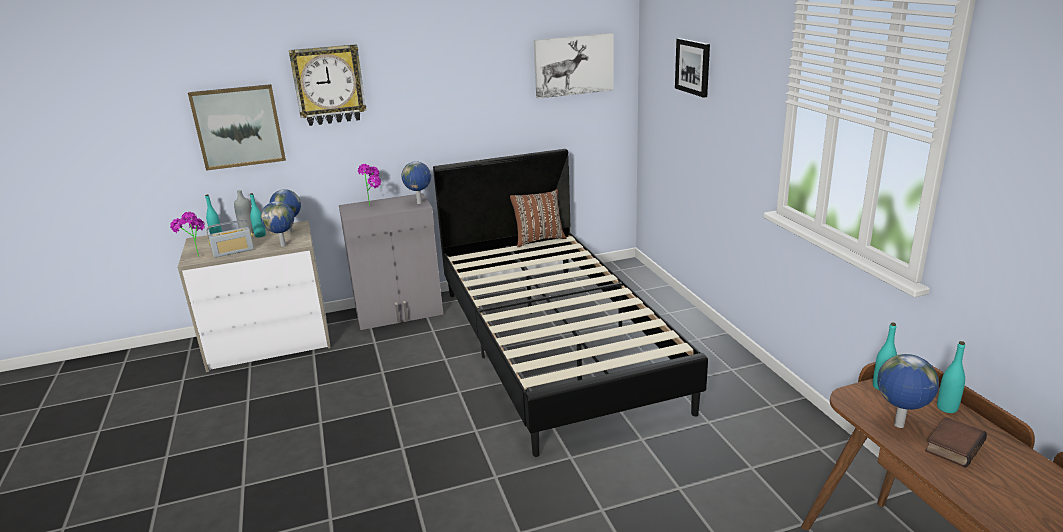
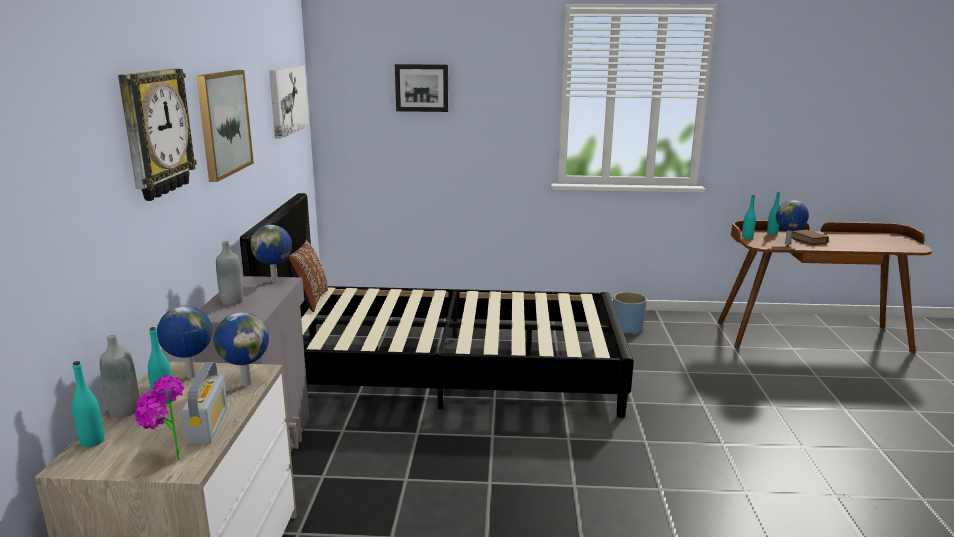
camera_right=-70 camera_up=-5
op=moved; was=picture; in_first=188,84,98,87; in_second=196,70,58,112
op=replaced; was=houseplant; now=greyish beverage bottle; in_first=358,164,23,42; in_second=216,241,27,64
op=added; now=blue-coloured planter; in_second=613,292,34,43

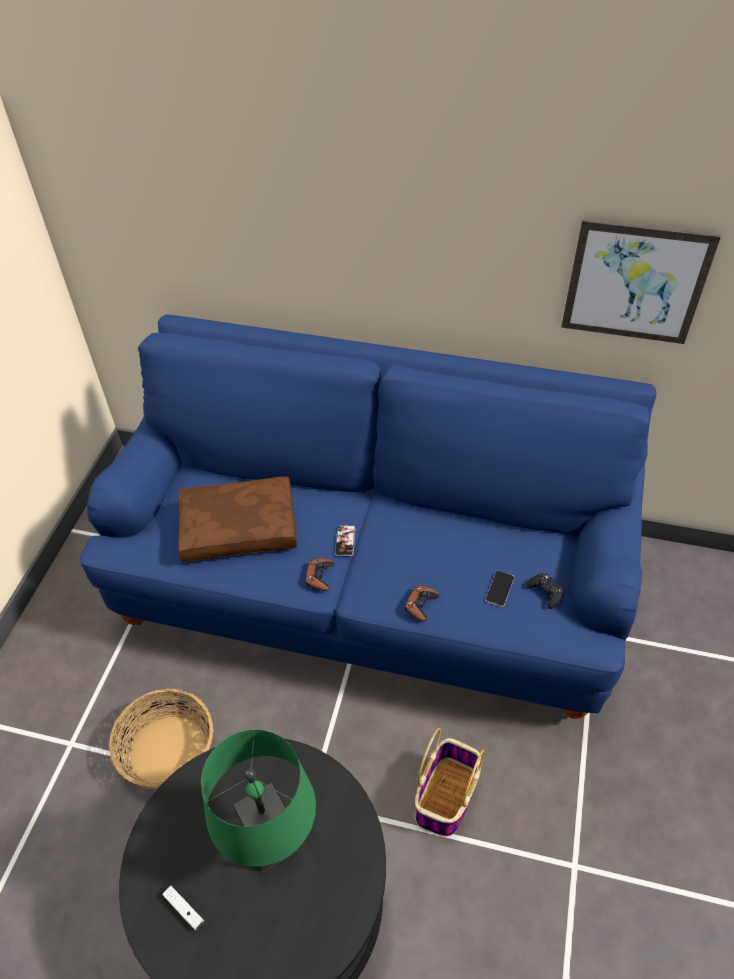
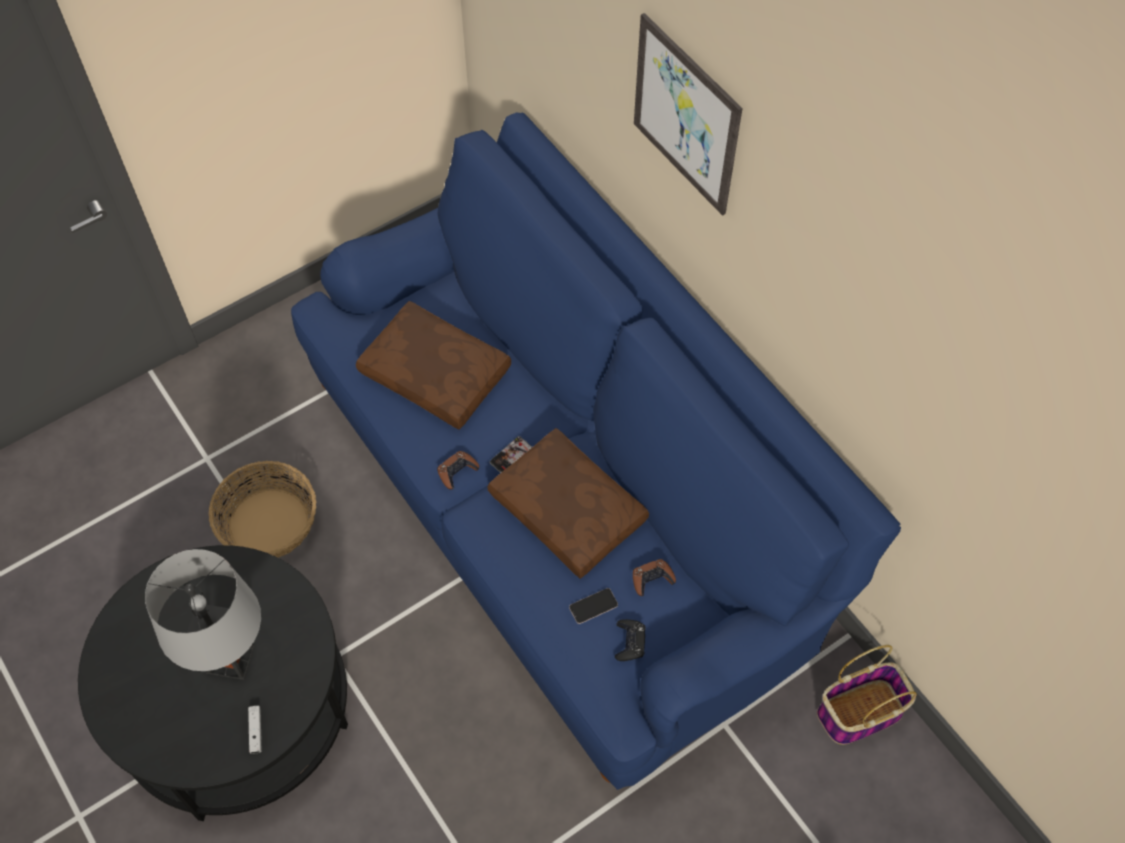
camera_right=40 camera_up=10
op=moved; was=whitish gamepad; in_first=162,886,42,44; in_second=248,705,14,49
op=recoloured; was=greenish table lamp; now=greyish table lamp; in_first=201,730,115,143; in_second=145,549,116,131
op=moved; was=brownish gamepad; in_first=405,585,34,37; in_second=633,559,43,37
op=moved; was=household basket; in_first=415,728,70,109; in_second=817,645,100,100
op=moved; was=picture; in_first=561,220,160,124; in_second=634,13,109,203
op=added; now=brownish cushion; in_second=487,428,162,151

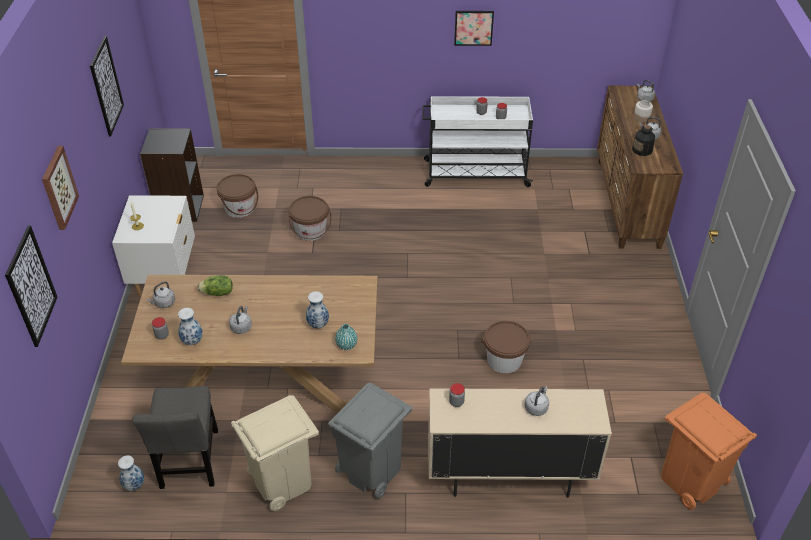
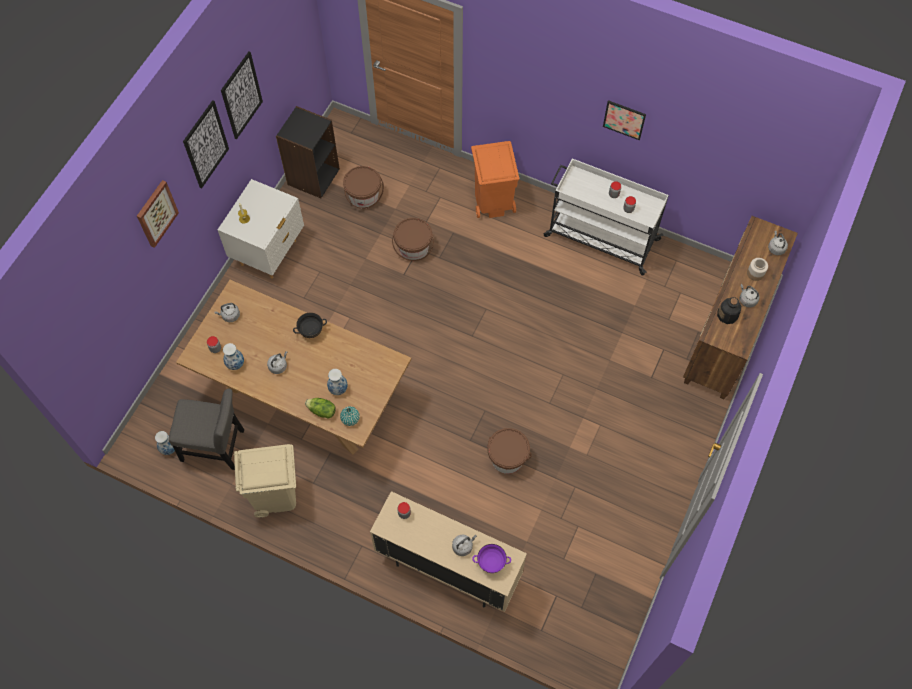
camera_right=25 camera_up=20
op=moved; was=picture; in_first=5,225,52,122; in_second=183,100,46,89
op=turned; was=greyish chair; in_first=132,386,86,103; in_second=169,389,75,81; clockwise=-105
op=moved; was=lettuce head; in_first=197,275,36,21; in_second=305,398,31,21
op=removed; was=greyish rubbish bin; in_first=328,383,84,116
op=moved; was=orange rubbish bin; in_first=661,393,96,117; in_second=471,141,48,77
op=added; now=black-coloured bowl; in_second=293,312,34,26
op=added; now=purple-coloured bowl; in_second=472,544,39,29

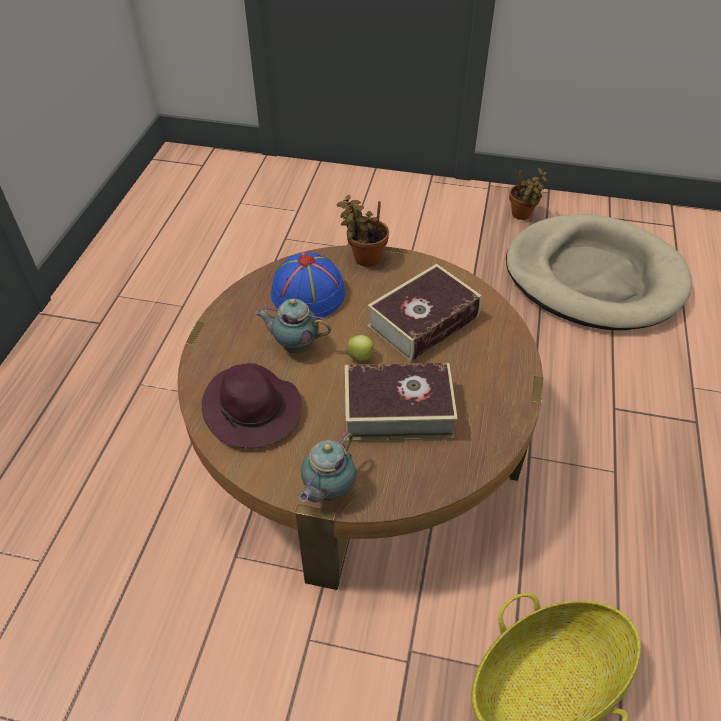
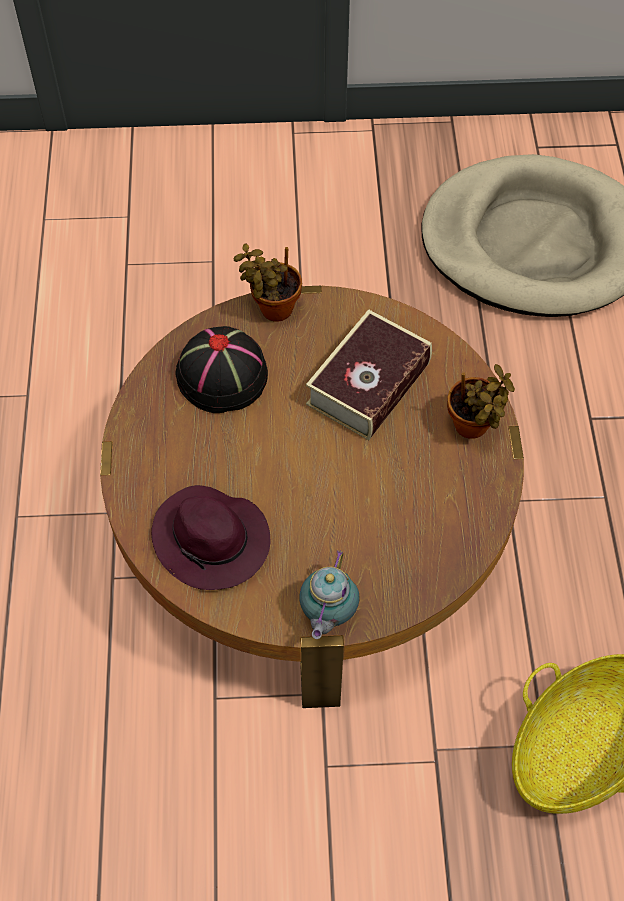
camera_right=-15 camera_up=10
op=removed; was=teapot; in_first=255,299,76,54
op=recoloured; was=blue-coloured clothing hat; now=black-coloured clothing hat; in_first=271,253,74,64; in_second=175,326,93,87
op=removed; was=volume; in_first=345,363,113,79
op=removed; was=apple fruit; in_first=346,335,30,26
op=moved; was=houseplant; in_first=509,168,38,52; in_second=447,364,68,75

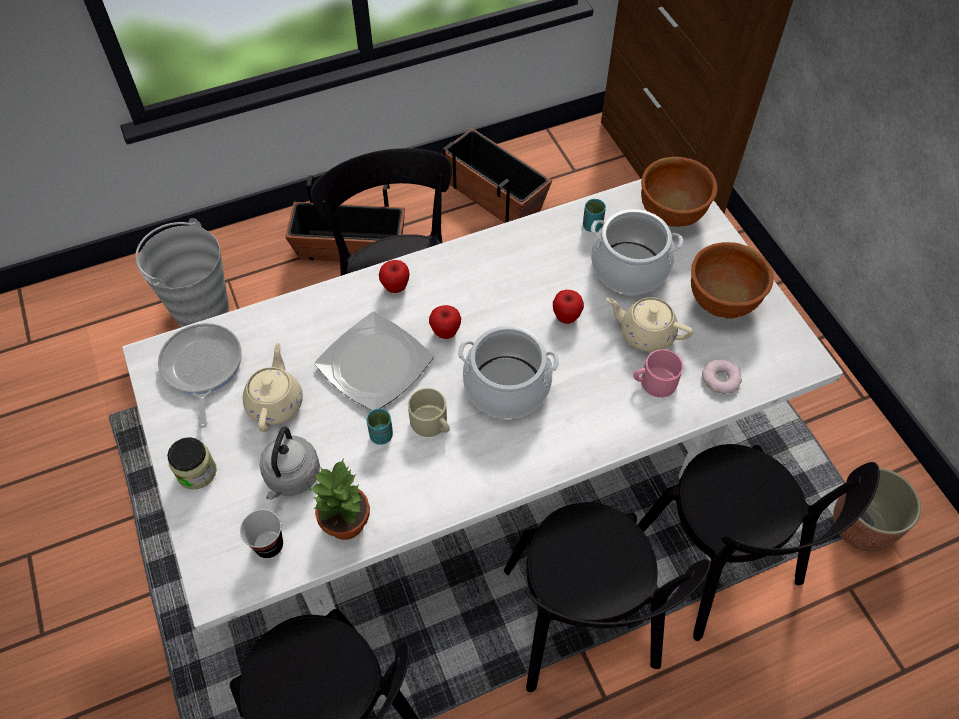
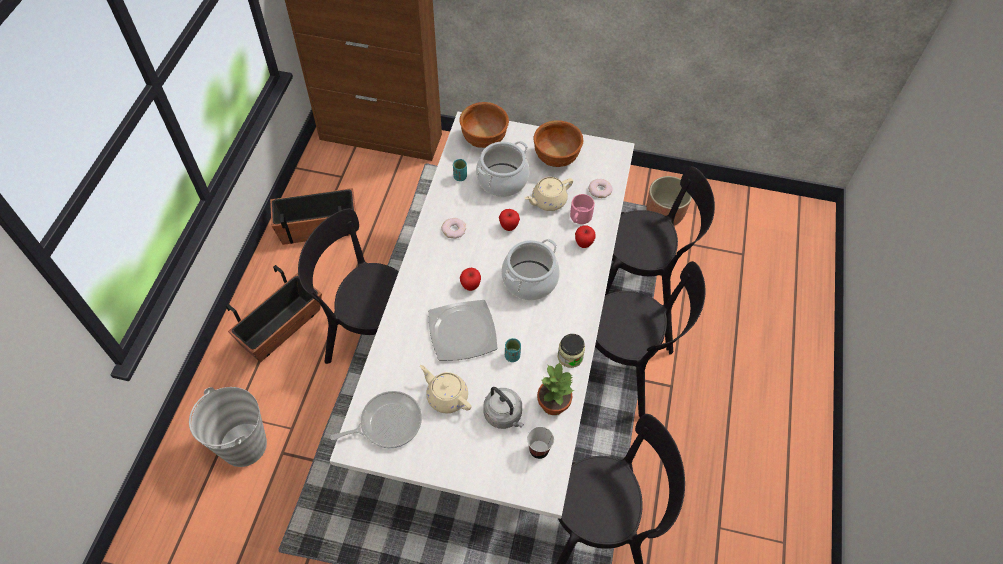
camera_right=-55 camera_up=0
op=turned; was=frying pan; in_first=158,323,84,105; in_second=330,391,92,57; clockwise=135
op=moved; was=storage jar; in_first=167,437,50,53; in_second=558,334,27,34
op=moved; was=apple fruit; in_first=379,260,31,33; in_second=575,225,21,23
op=removed; was=sand-coloured coffee mug; in_first=408,388,42,49
op=added; now=doughnut; in_second=441,218,25,21

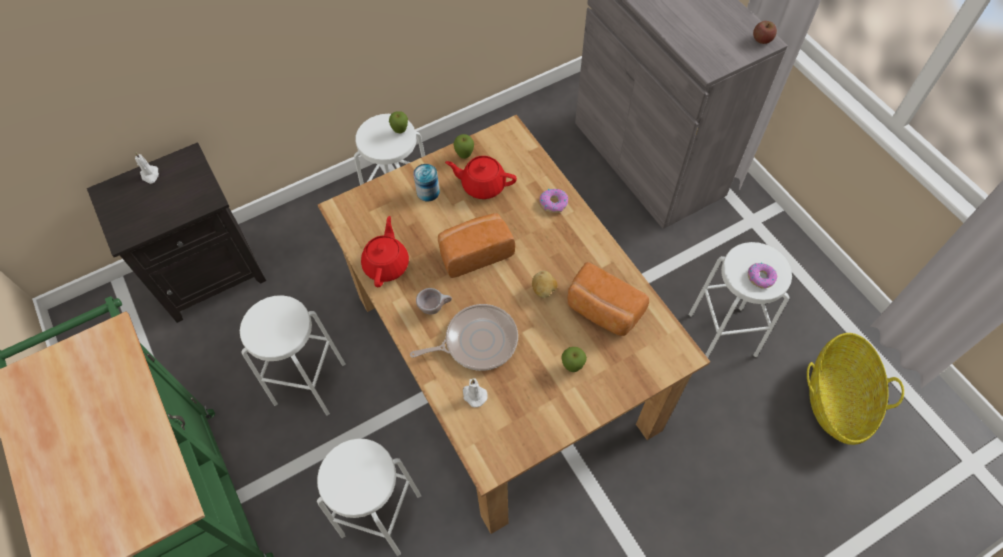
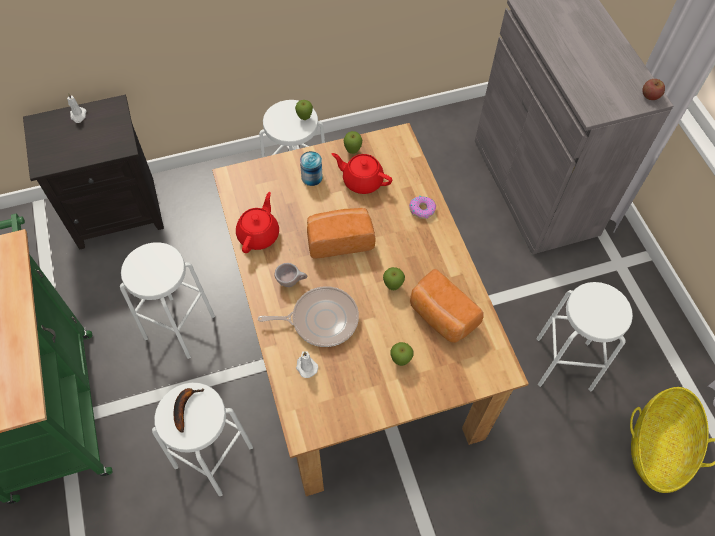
camera_right=10 camera_up=0
op=replaced; was=spud; now=apple fruit; in_first=532,271,26,27; in_second=383,267,22,23
op=removed; was=doughnut; in_first=748,263,29,26
op=added; now=banana fruit; in_second=174,388,30,45

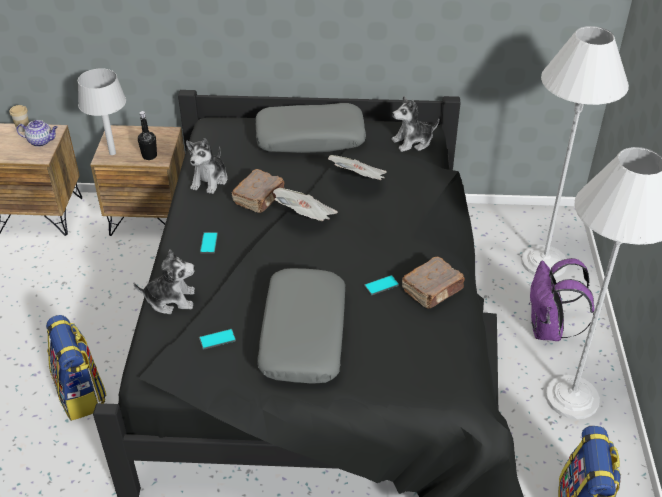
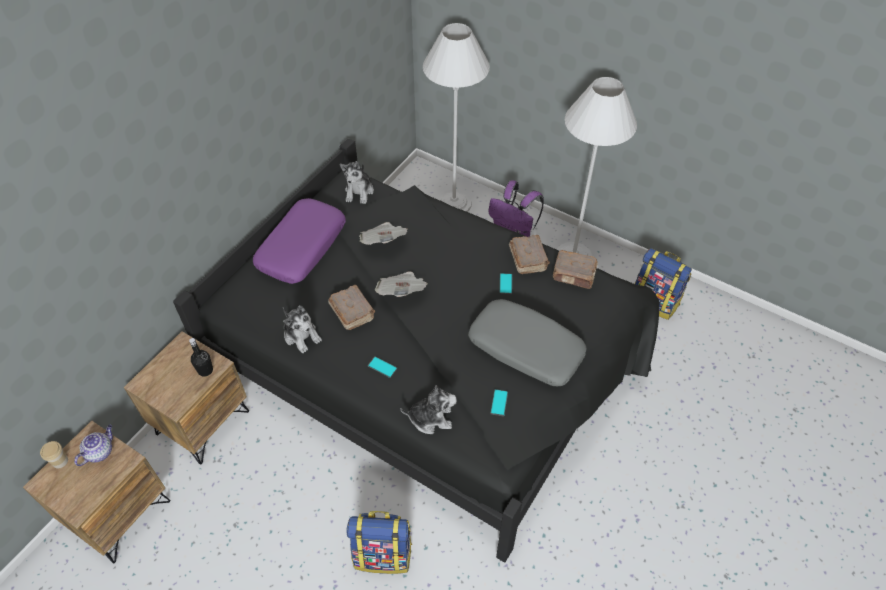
camera_right=-60 camera_up=10
op=removed; was=greyish table lamp; in_first=78,68,48,87
op=turned; was=plush toy; in_first=133,249,62,65; in_second=400,385,57,49; clockwise=60
op=recoloured; was=greyish cushion; now=purple-coloured cushion; in_first=255,103,111,50; in_second=253,198,93,86
op=added; now=brownish volume; in_second=553,250,45,39

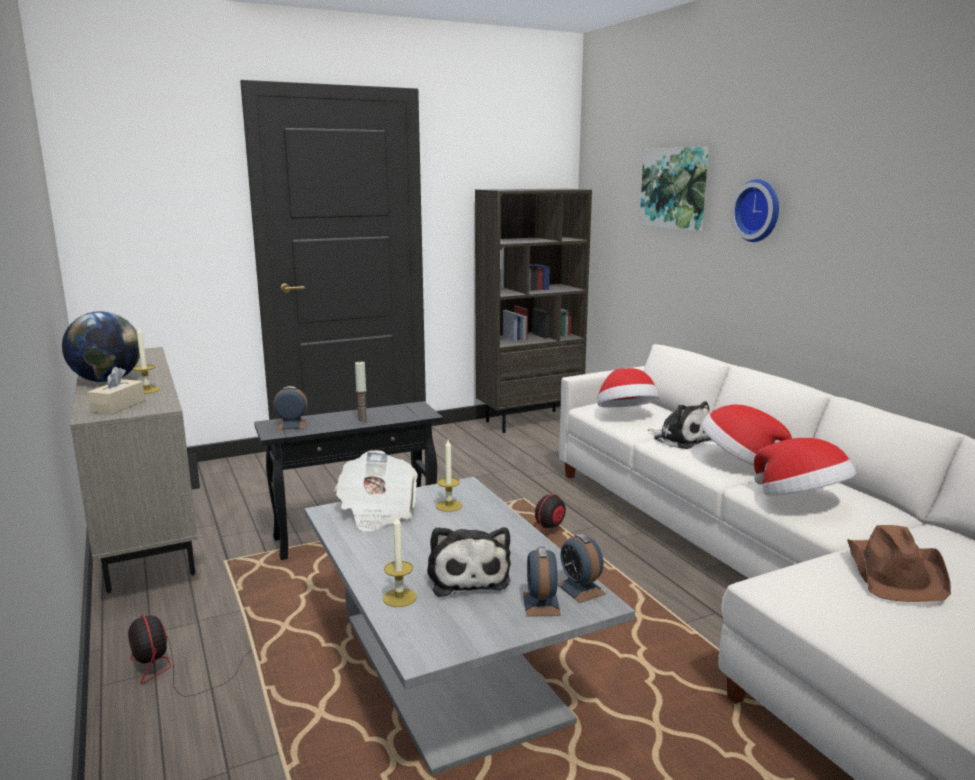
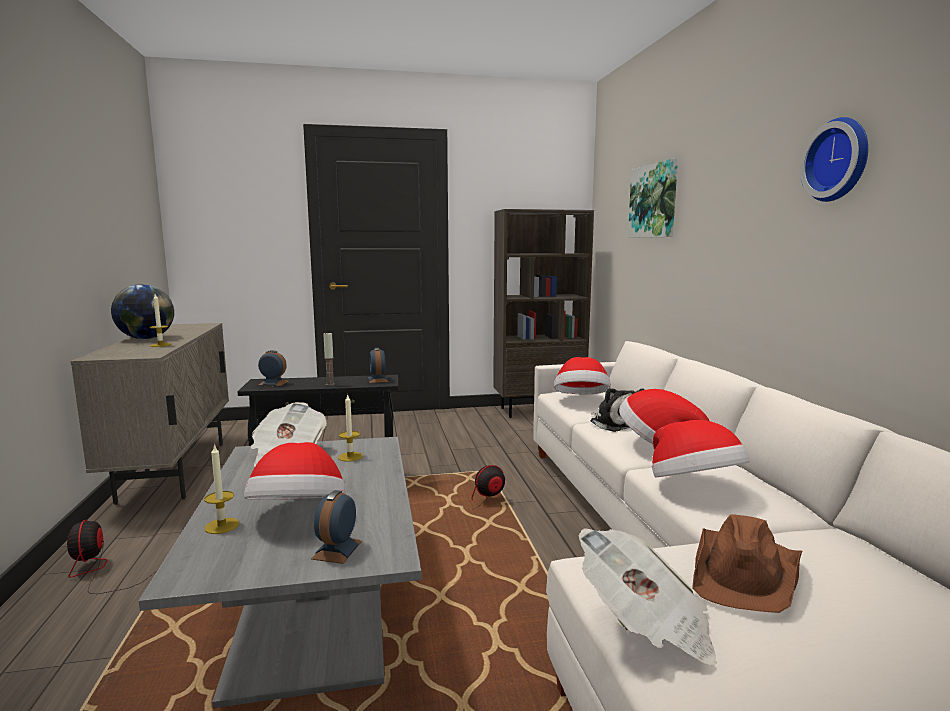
camera_right=15 camera_up=-5
op=removed; was=sand-coloured box of tissues; in_first=87,367,58,47
op=replaced; was=plush toy; now=clothing hat; in_first=427,527,84,70; in_second=244,442,102,58
op=moved; was=alarm clock; in_first=557,533,49,70; in_second=368,348,20,35
op=moved; was=clock on the wall; in_first=731,179,48,63; in_second=800,117,68,85
op=added; now=newspaper; in_second=579,528,138,137

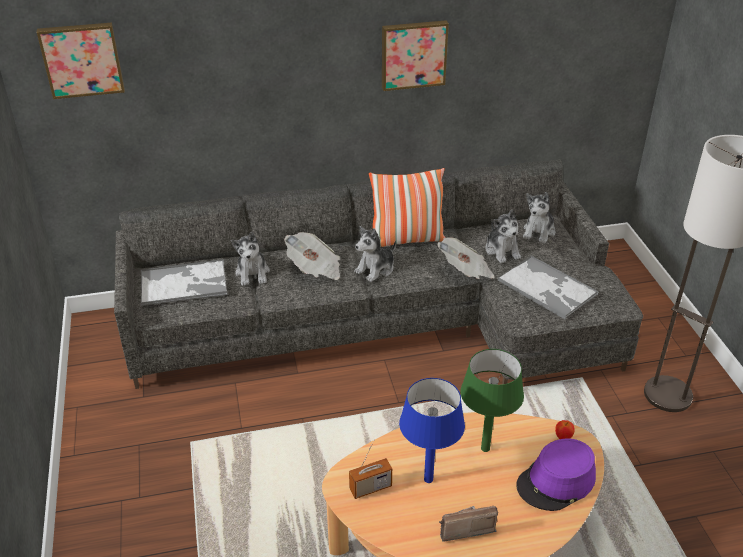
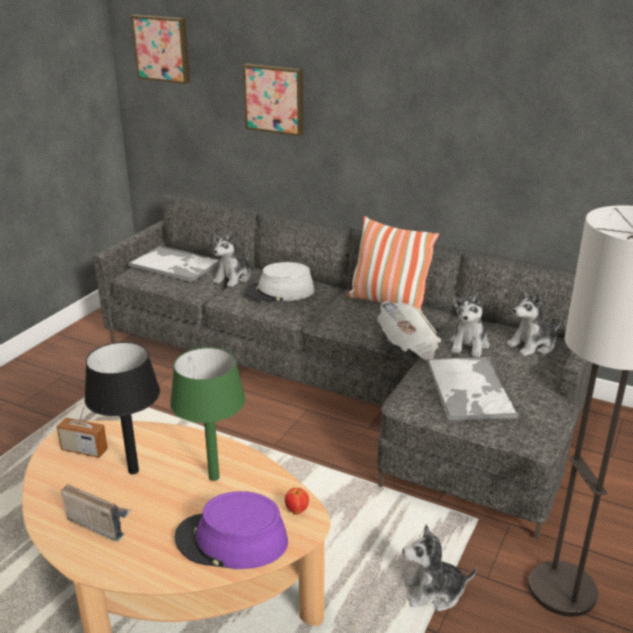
camera_right=40 camera_up=-10
op=replaced; was=newspaper; now=greyish clothing hat; in_first=284,232,56,48; in_second=244,262,70,40
op=moved; was=plush toy; in_first=354,226,42,56; in_second=403,525,74,86
op=moved; was=picture; in_first=382,20,67,71; in_second=243,64,60,72
op=recoloured; was=blue-coloured table lamp; now=black-coloured table lamp; in_first=399,378,66,105; in_second=84,342,76,132

